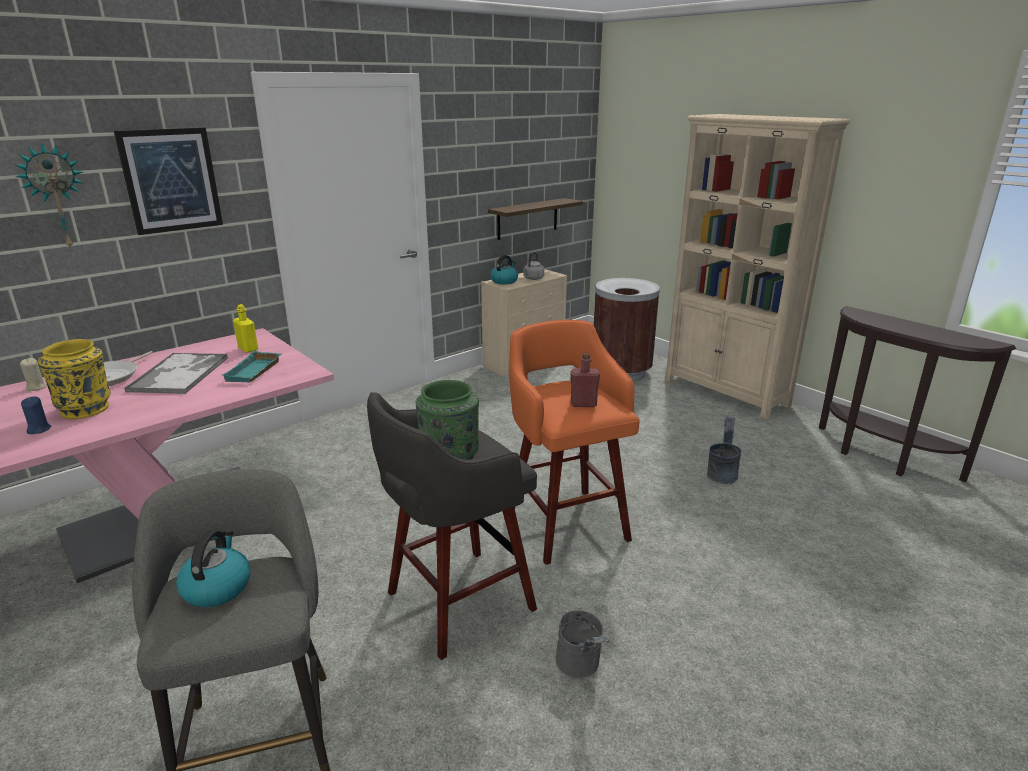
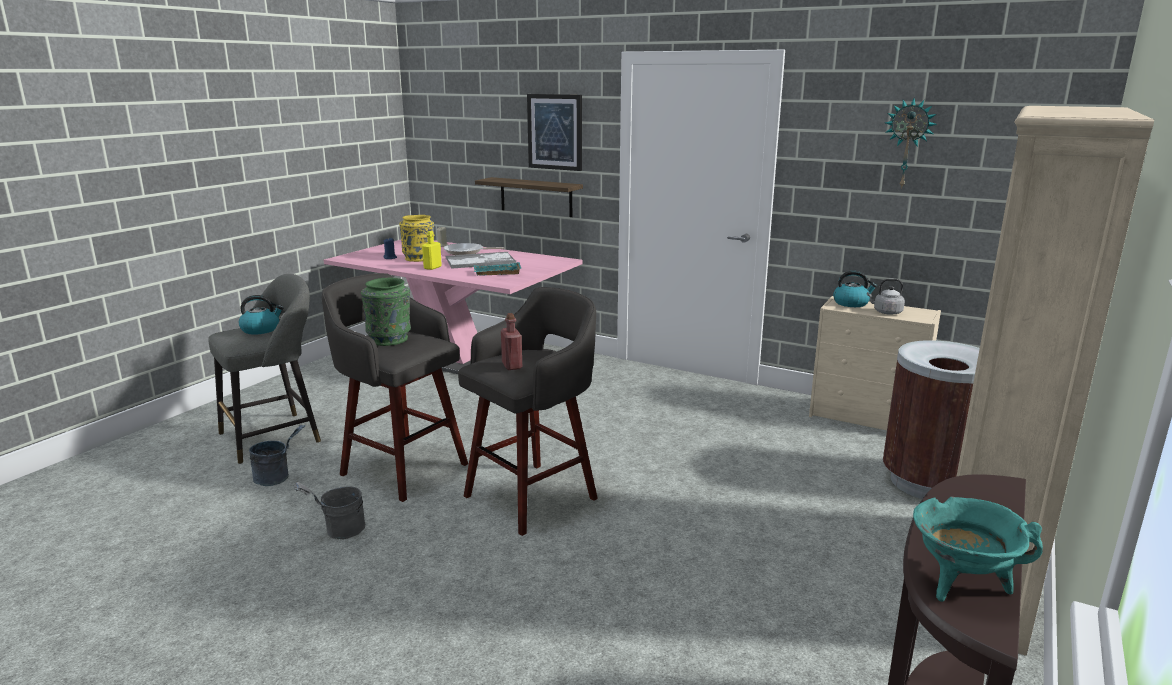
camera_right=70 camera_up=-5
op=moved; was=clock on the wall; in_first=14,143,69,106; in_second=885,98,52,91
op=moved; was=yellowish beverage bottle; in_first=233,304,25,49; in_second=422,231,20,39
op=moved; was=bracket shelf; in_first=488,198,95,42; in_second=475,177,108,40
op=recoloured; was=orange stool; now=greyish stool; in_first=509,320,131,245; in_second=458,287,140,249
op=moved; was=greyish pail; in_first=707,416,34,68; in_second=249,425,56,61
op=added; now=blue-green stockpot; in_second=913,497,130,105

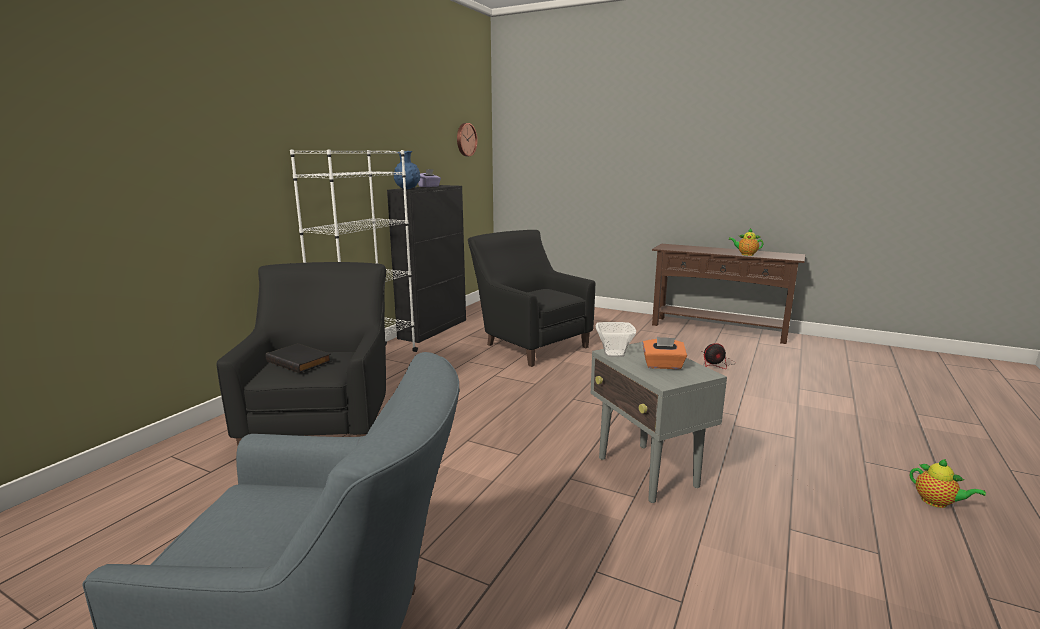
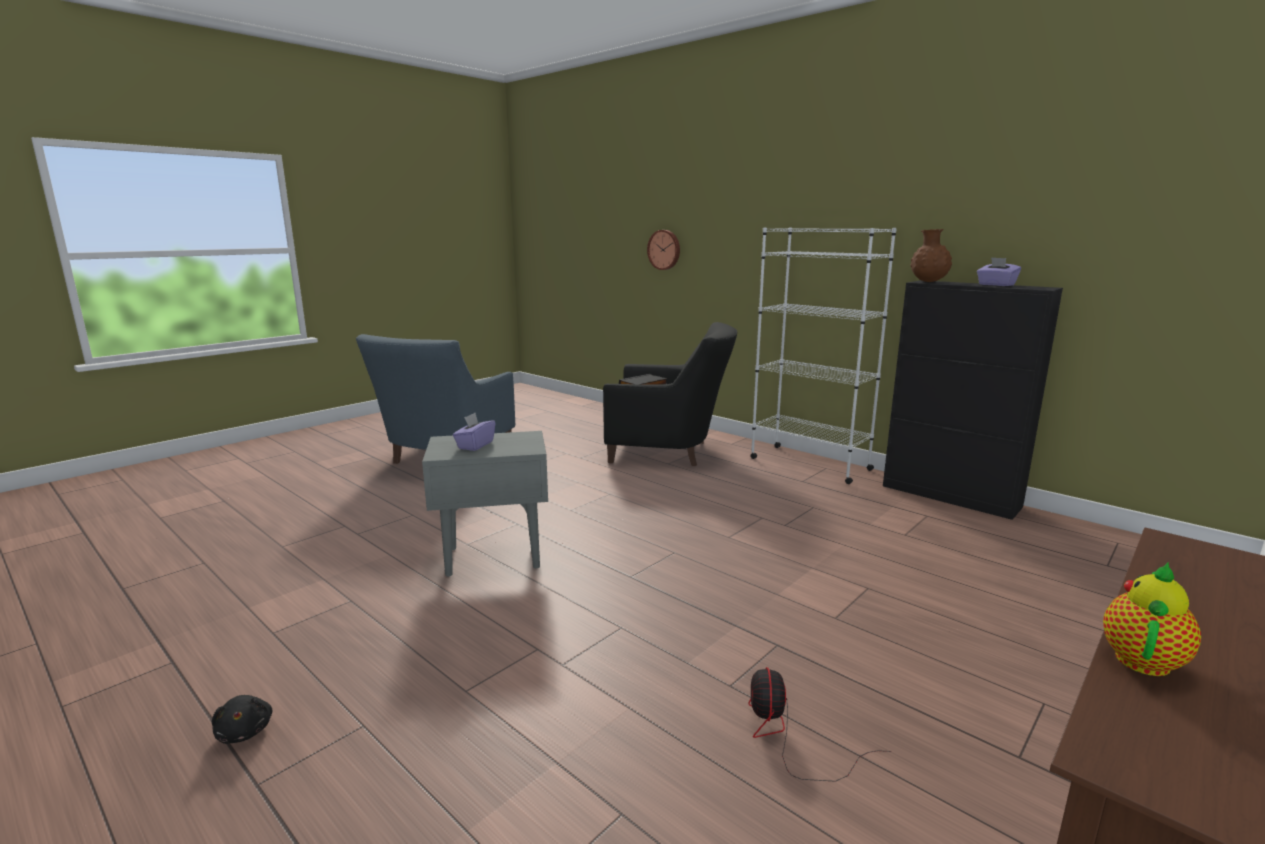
camera_right=105 camera_up=0
op=recoloured; was=blue-coloured vase; now=brownish vase; in_first=394,151,27,38; in_second=910,229,42,53
op=moved; was=clock on the wall; in_first=457,123,20,33; in_second=647,230,33,40
op=removed; was=black-coloured lounge chair; in_first=468,230,127,137
op=removed; was=bowl; in_first=596,322,40,35
op=recoloured; was=orange box of tissues; now=purple-coloured box of tissues; in_first=642,337,45,32; in_second=453,413,42,38
op=replaced; was=teapot; now=black-coloured plush toy; in_first=910,459,76,49; in_second=212,695,60,49

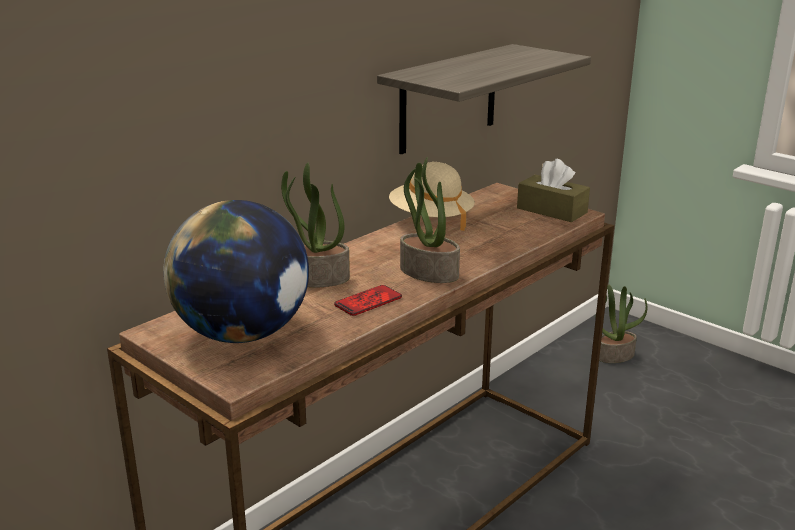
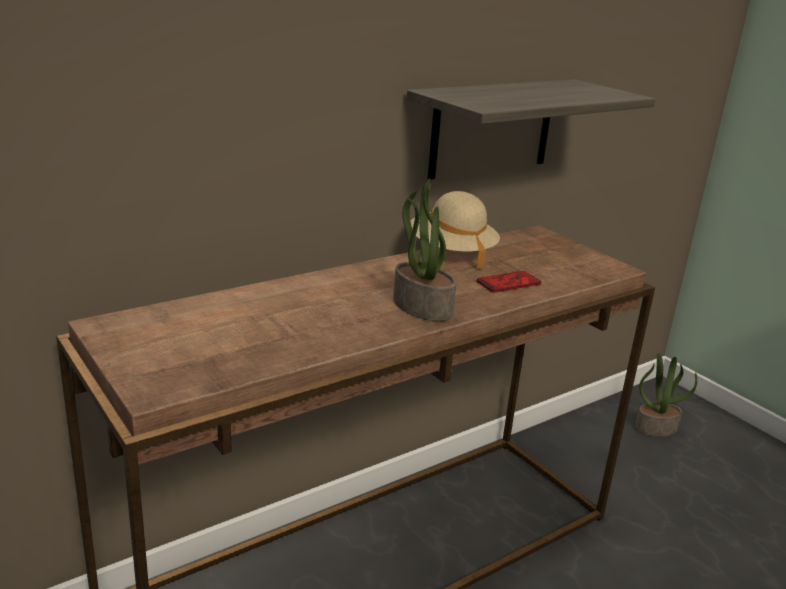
camera_right=10 camera_up=0
op=removed; was=desk globe; in_first=163,200,146,143
op=removed; was=houseplant; in_first=281,163,69,125
op=moved; was=phone; in_first=334,285,68,31; in_second=477,271,64,21
op=removed; was=brownish box of tissues; in_first=517,159,73,63

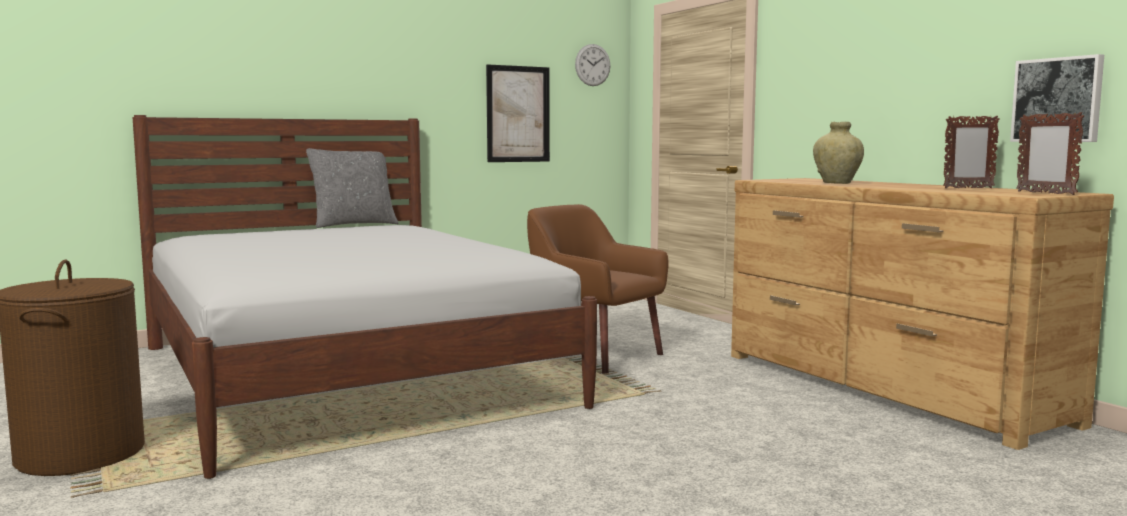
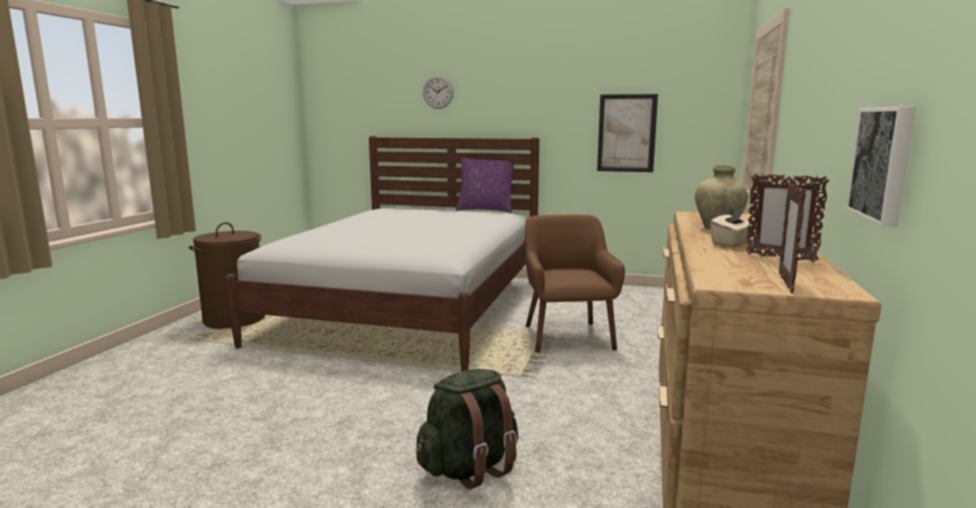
camera_right=45 camera_up=5
op=recoloured; was=greyish cushion; now=purple-coloured cushion; in_first=306,148,92,80; in_second=456,158,58,55
op=moved; was=clock on the wall; in_first=575,44,35,42; in_second=423,75,31,34
op=added; now=greenish knapsack; in_second=416,369,102,120
op=added; now=sand-coloured box of tissues; in_second=710,209,46,38

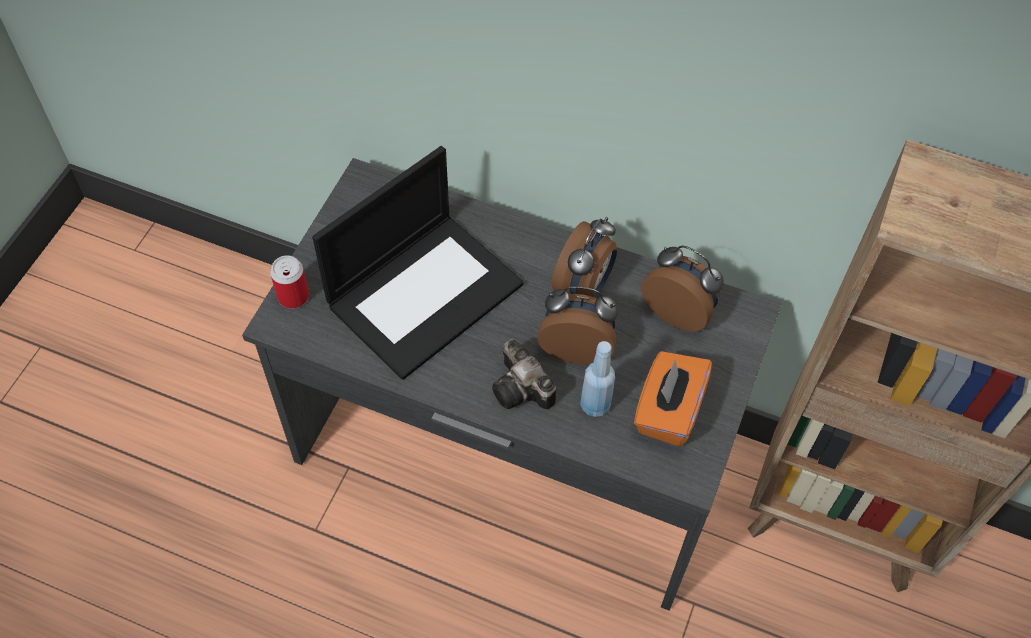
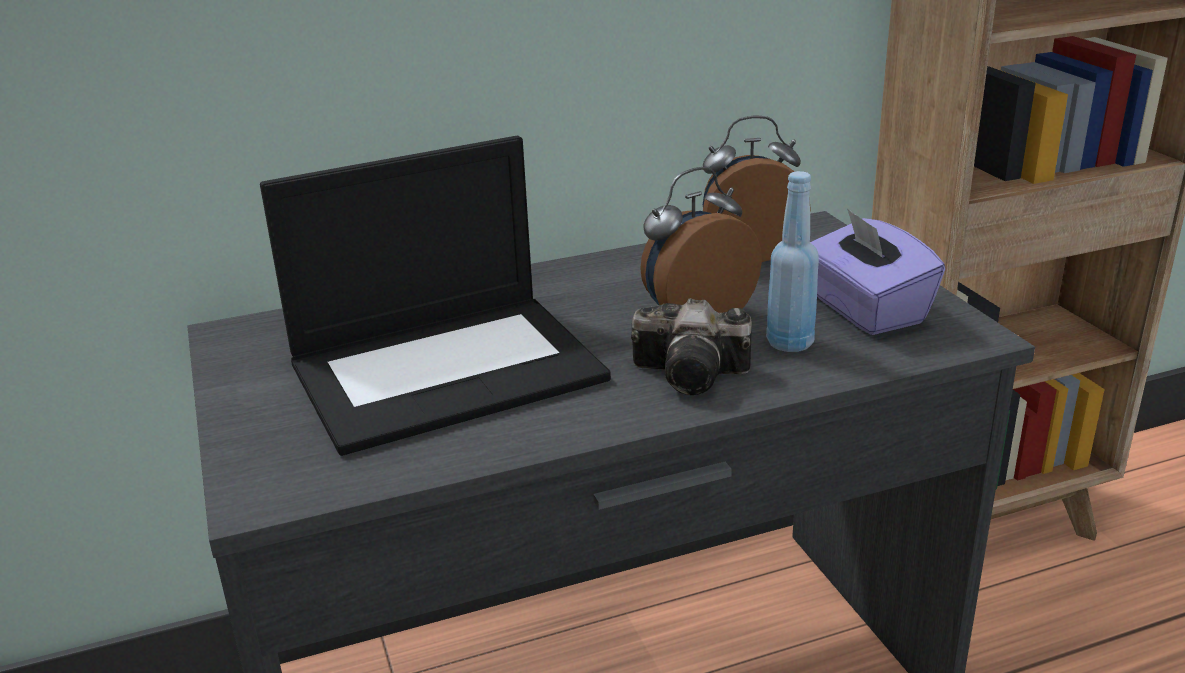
camera_right=-40 camera_up=-30
op=removed; was=sealed can; in_first=270,255,39,53
op=turned; was=notebook computer; in_first=312,146,212,234; in_second=260,136,351,320; clockwise=60
op=removed; was=alarm clock; in_first=552,217,65,80
op=recoloured; was=orange box of tissues; now=purple-coloured box of tissues; in_first=634,351,78,95; in_second=810,208,135,127

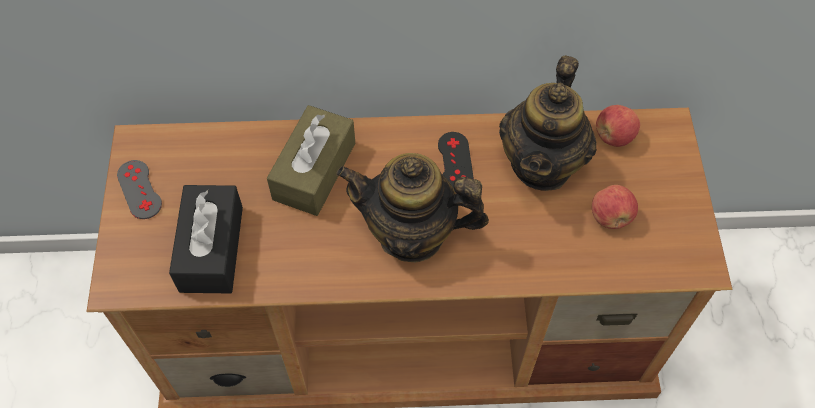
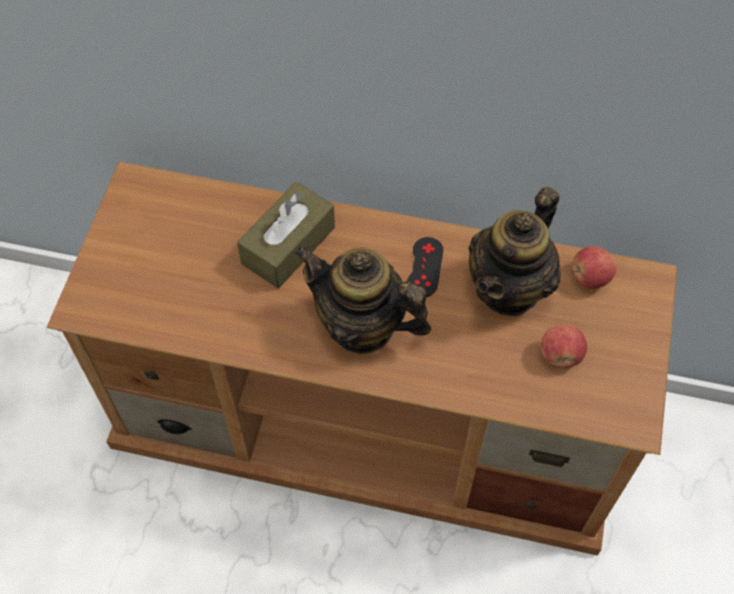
camera_right=15 camera_up=0
op=removed; was=greyish gamepad; in_first=117,160,45,59
op=removed; was=black-coloured box of tissues; in_first=169,185,74,108

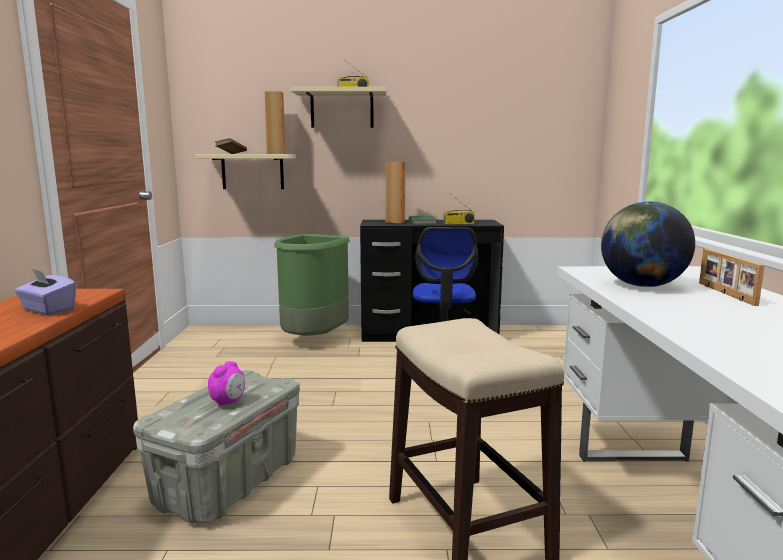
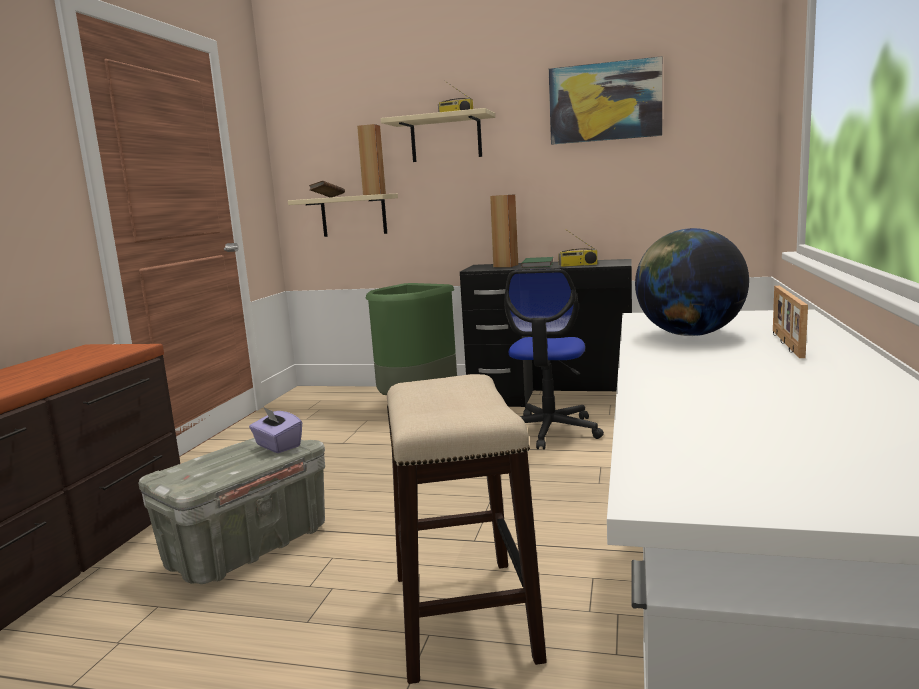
camera_right=15 camera_up=0
op=moved; was=purple-coloured box of tissues; in_first=15,268,62,47; in_second=249,407,53,46
op=removed; was=alarm clock; in_first=208,361,37,46
op=added; now=picture; in_second=549,56,113,89

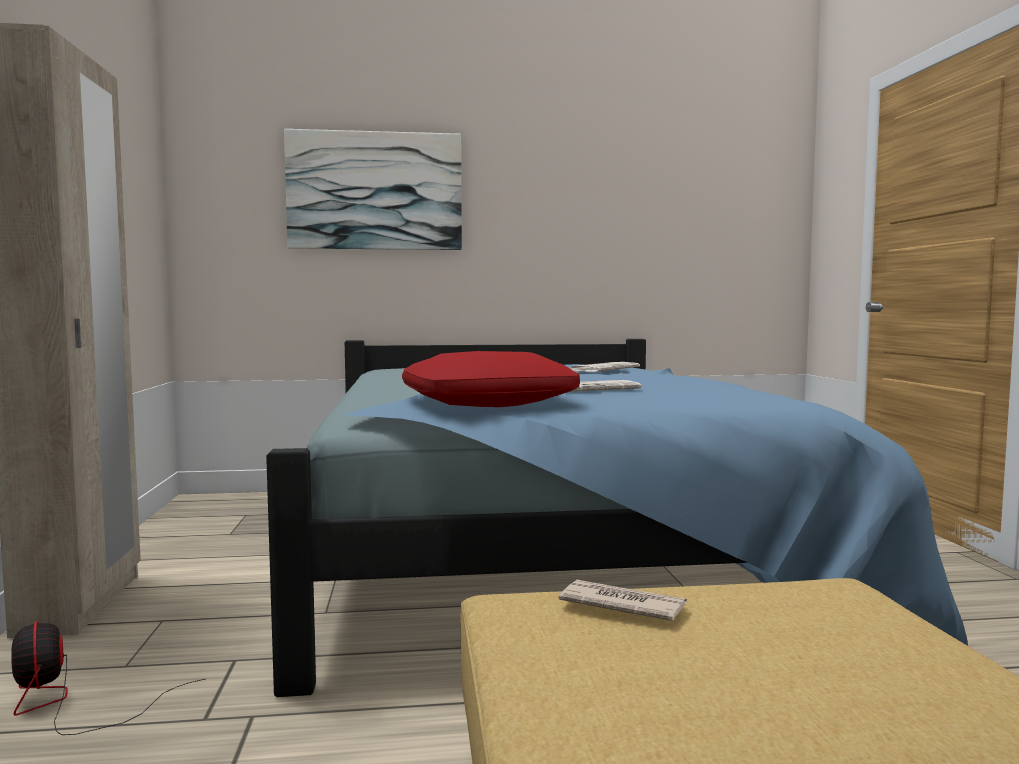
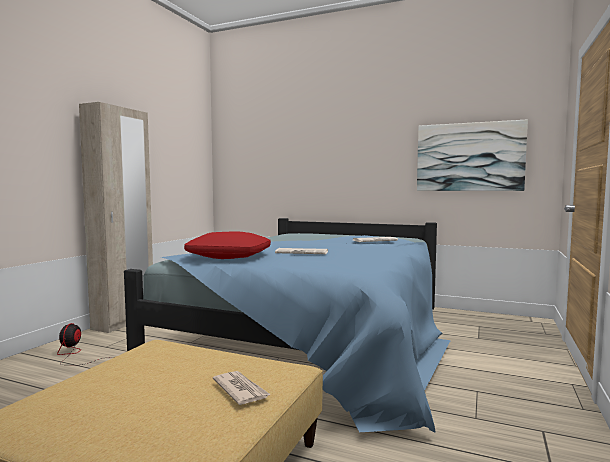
camera_right=30 camera_up=0
op=moved; was=picture; in_first=284,129,178,121; in_second=417,120,111,71
op=moved; was=newspaper; in_first=559,580,128,41; in_second=213,371,58,34

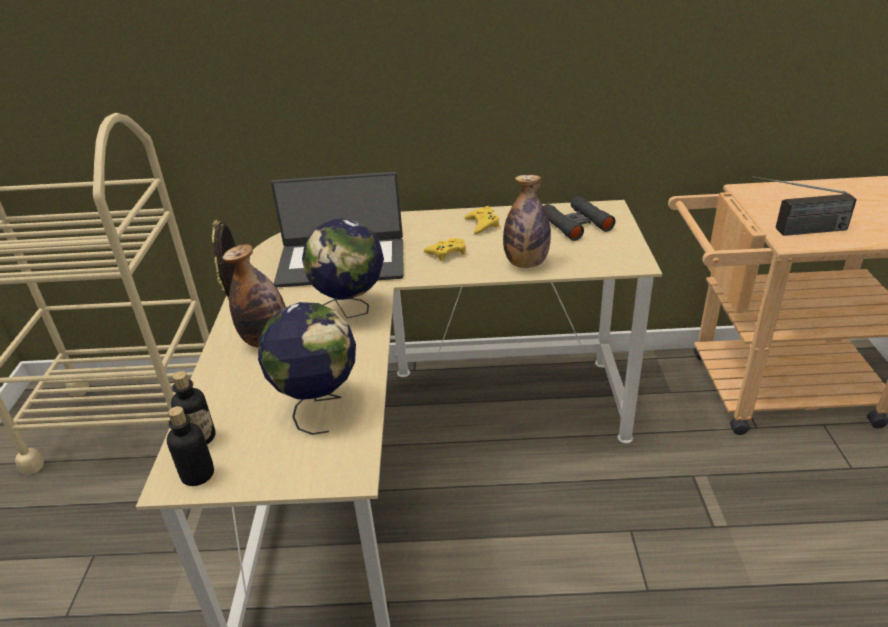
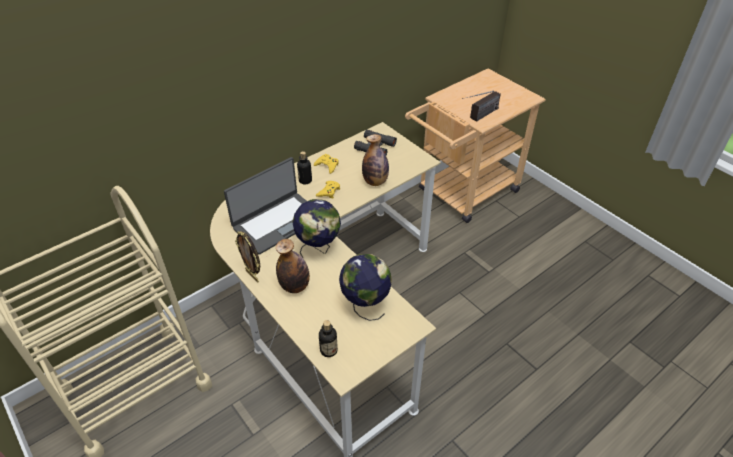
camera_right=-40 camera_up=10
op=moved; was=beverage bottle; in_first=167,406,47,80; in_second=297,151,15,33

